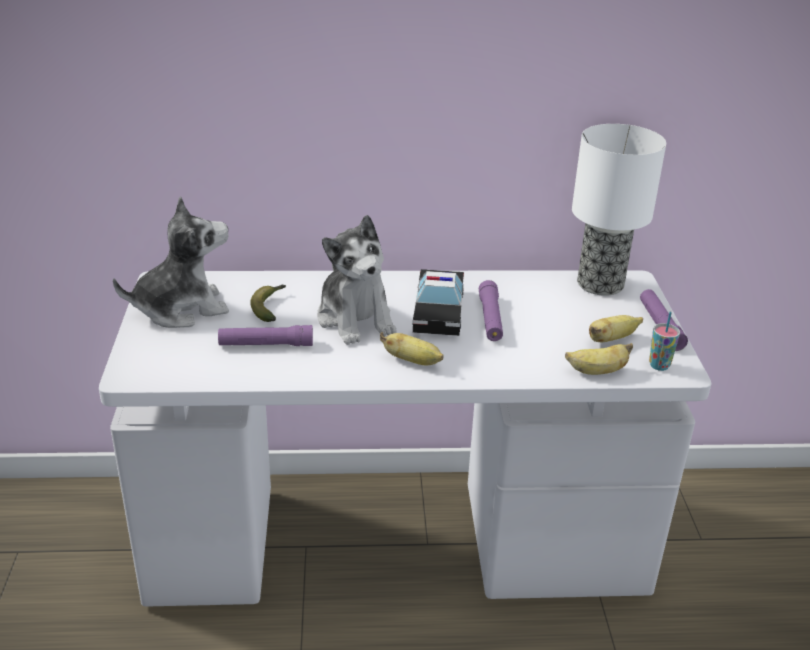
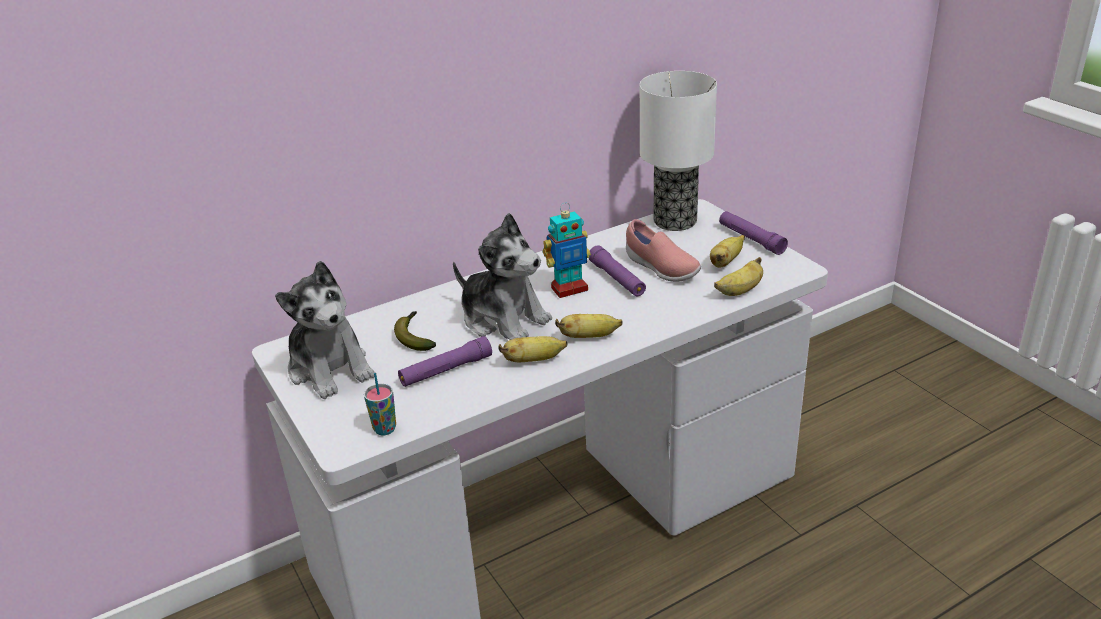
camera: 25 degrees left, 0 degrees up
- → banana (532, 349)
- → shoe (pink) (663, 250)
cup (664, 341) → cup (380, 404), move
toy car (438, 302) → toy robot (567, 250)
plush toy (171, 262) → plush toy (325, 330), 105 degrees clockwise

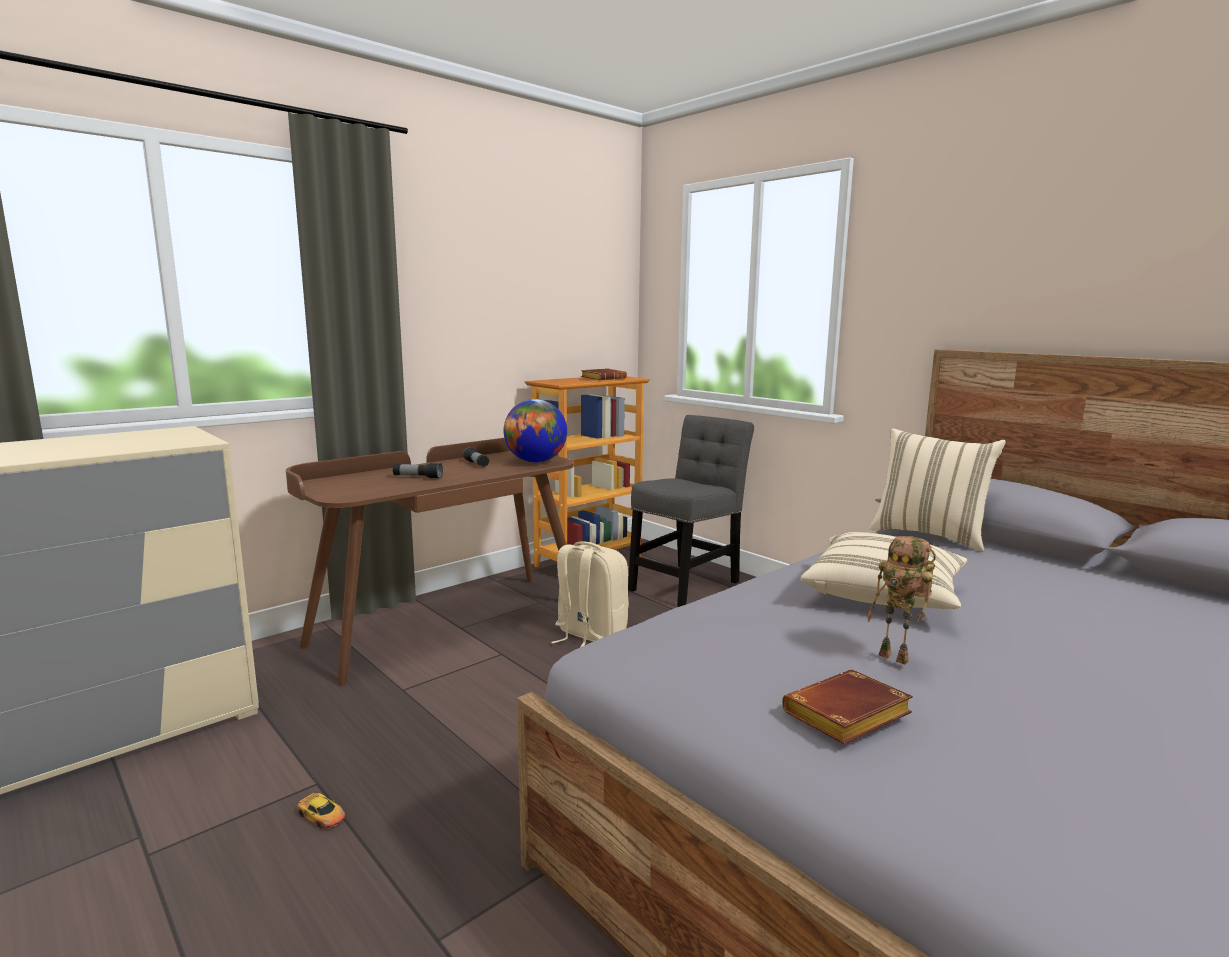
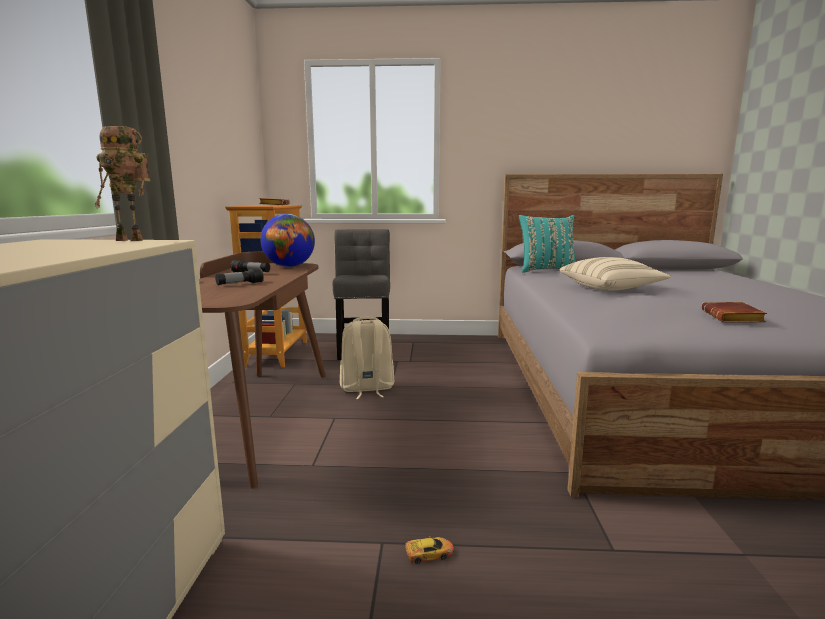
camera: 45 degrees left, 0 degrees up
toy robot (901, 600) → toy robot (123, 183), move
pillow (beige) (937, 490) → pillow (turquoise) (547, 244)

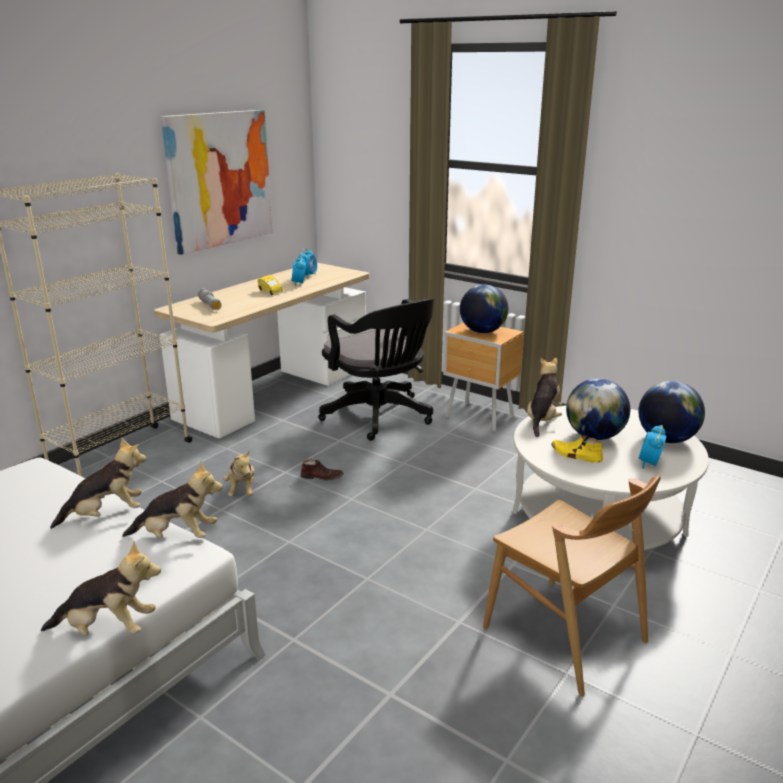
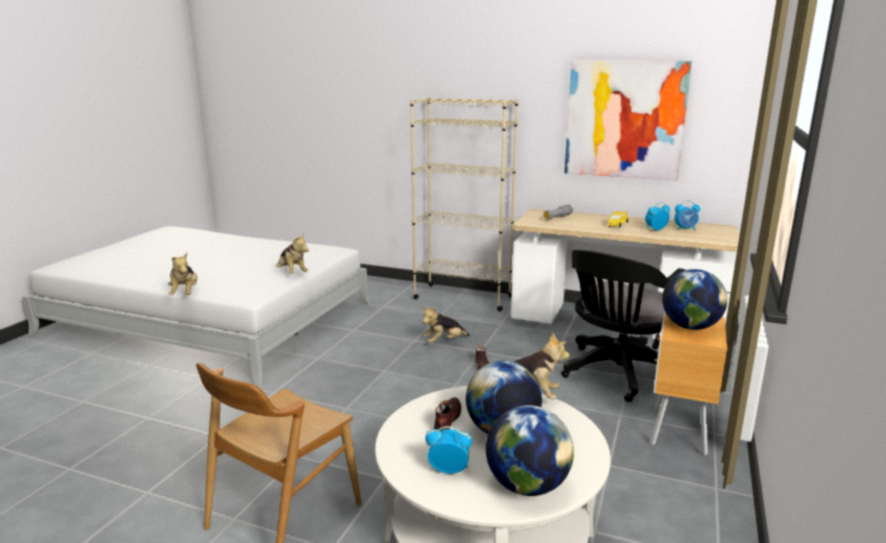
camera: 75 degrees right, 5 degrees down
plush toy (172, 500) → -
shoe (yellow) (577, 449) → shoe (brown) (447, 414)

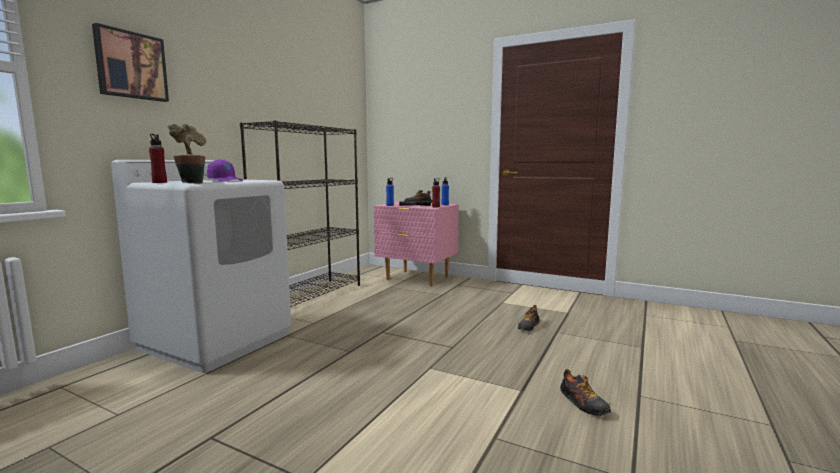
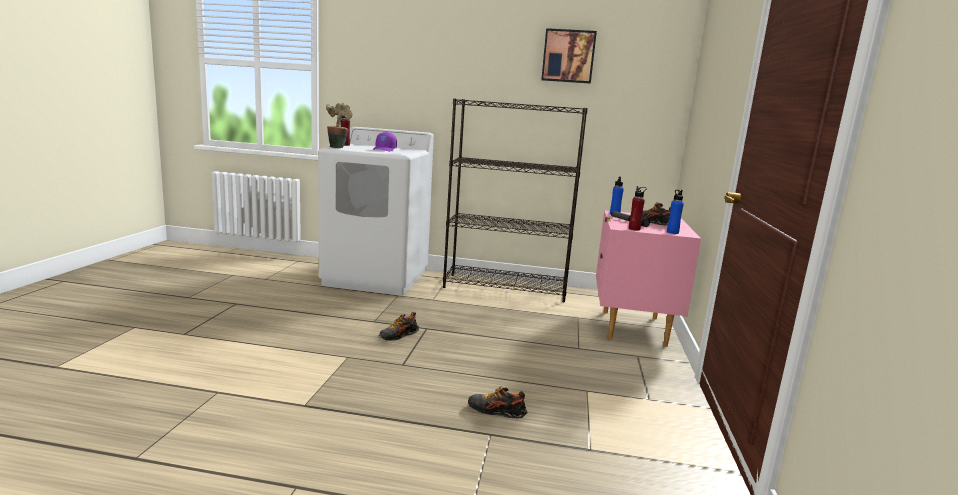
camera: 70 degrees right, 5 degrees up
picture (130, 62) → picture (569, 56), move
shoe (585, 392) → shoe (399, 326), move

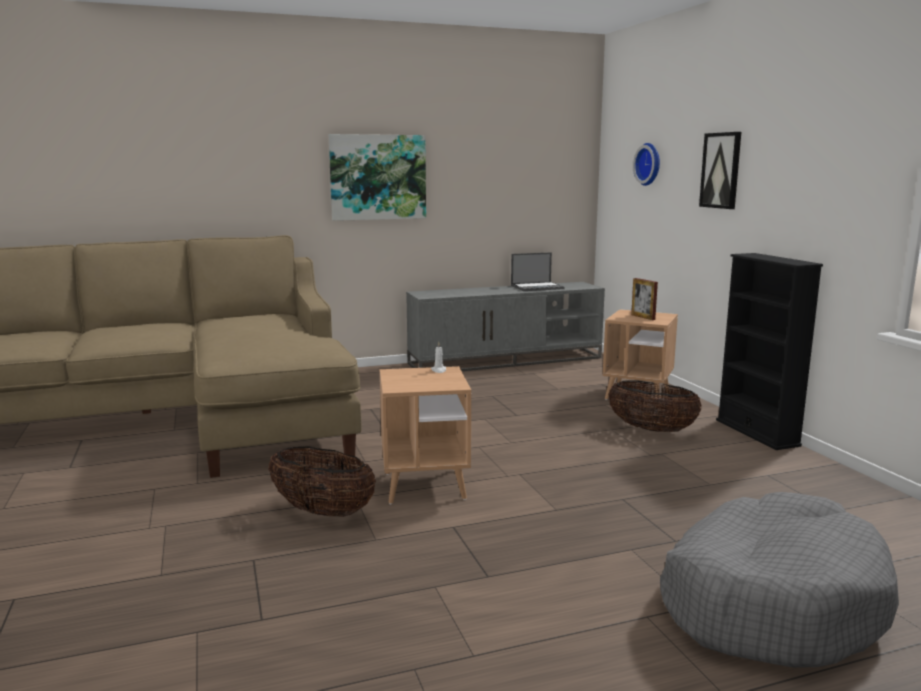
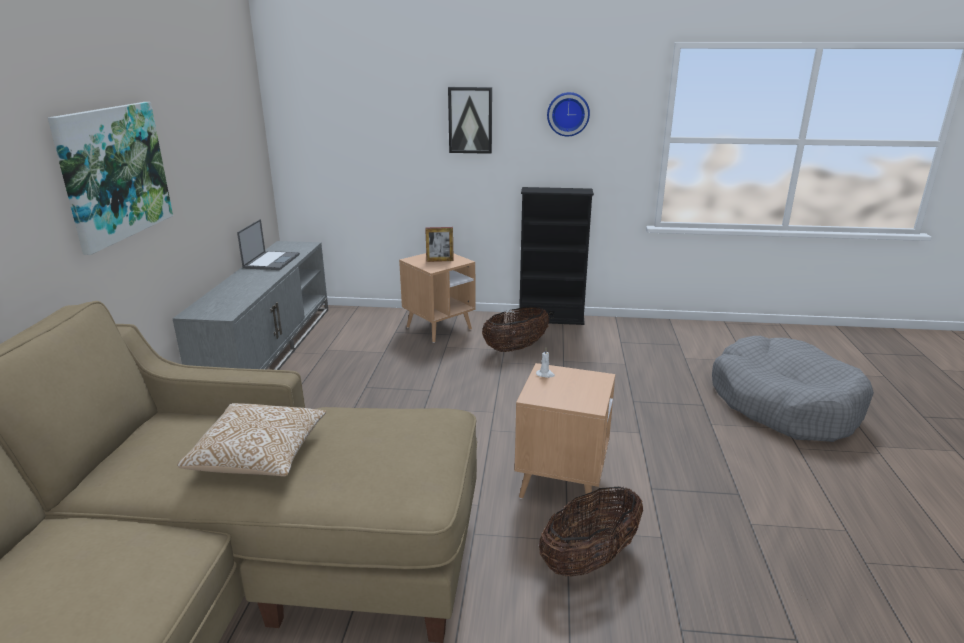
camera: 65 degrees left, 10 degrees up
- → pillow (251, 439)
wall clock (646, 164) → wall clock (568, 114), move

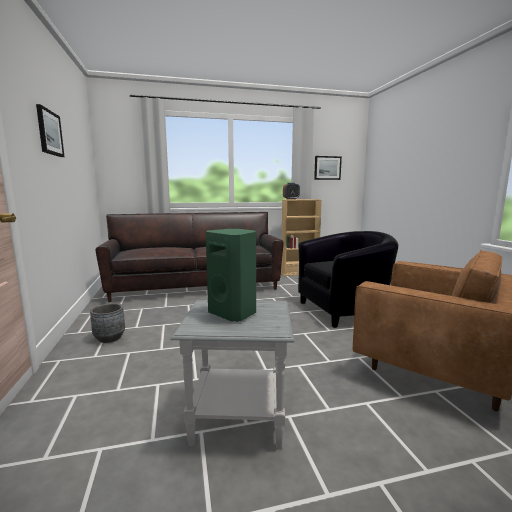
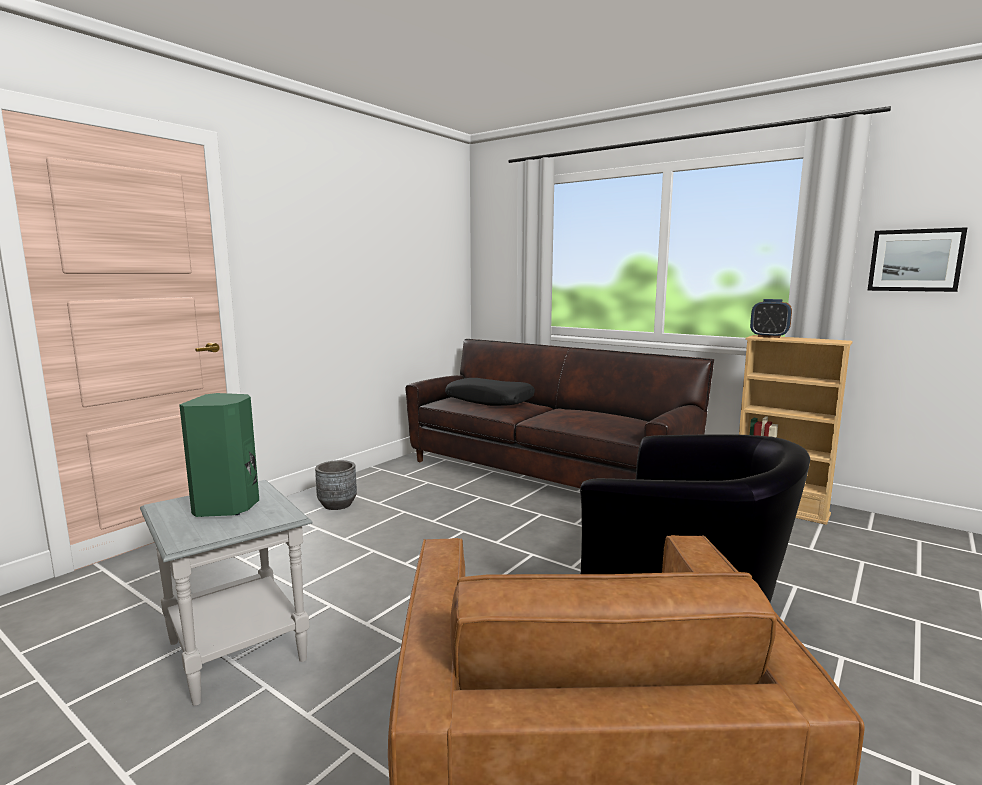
camera: 50 degrees right, 0 degrees up
picture (50, 130) → -
- → pillow (black) (490, 392)

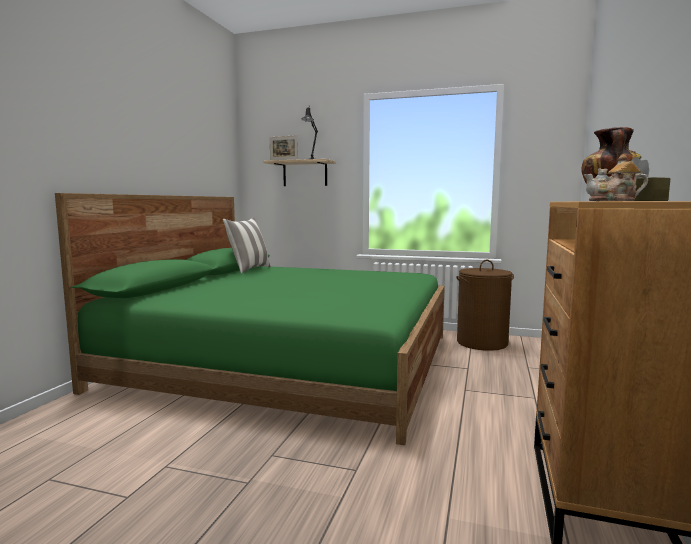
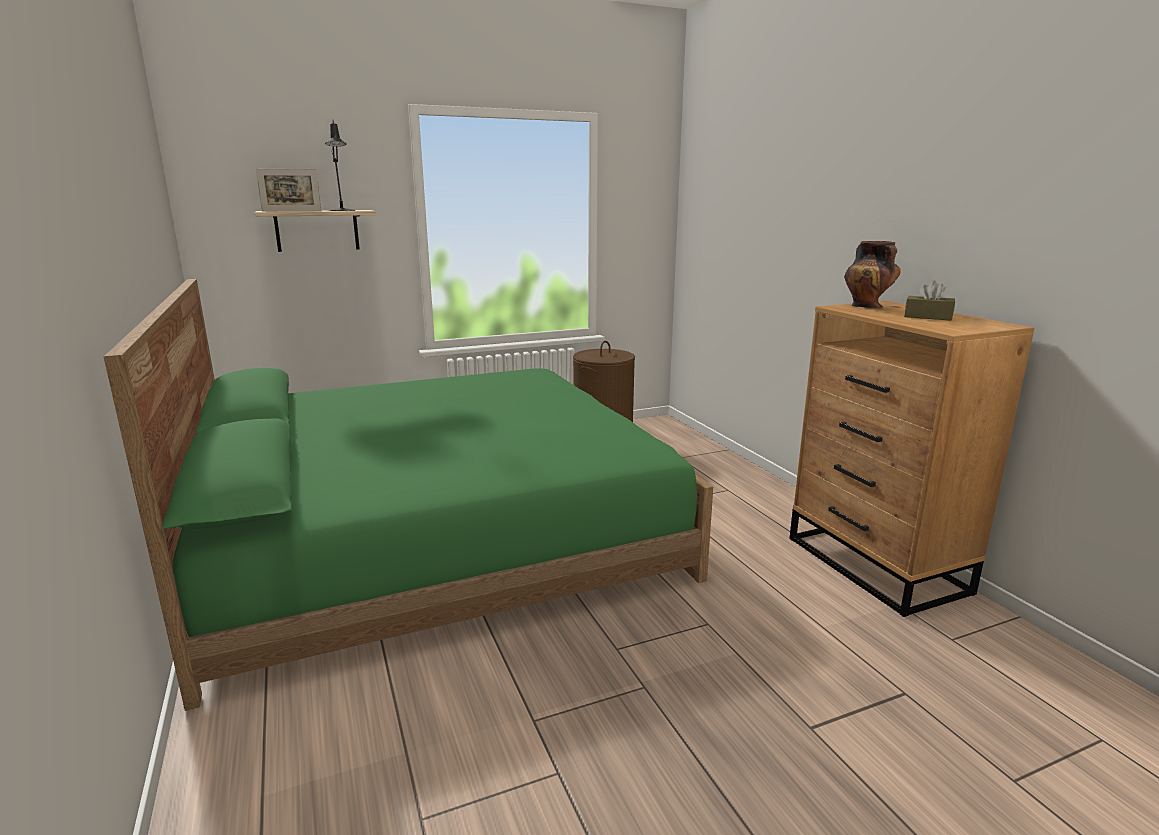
camera: 40 degrees left, 10 degrees up
pillow (247, 245) → -
teapot (616, 177) → -

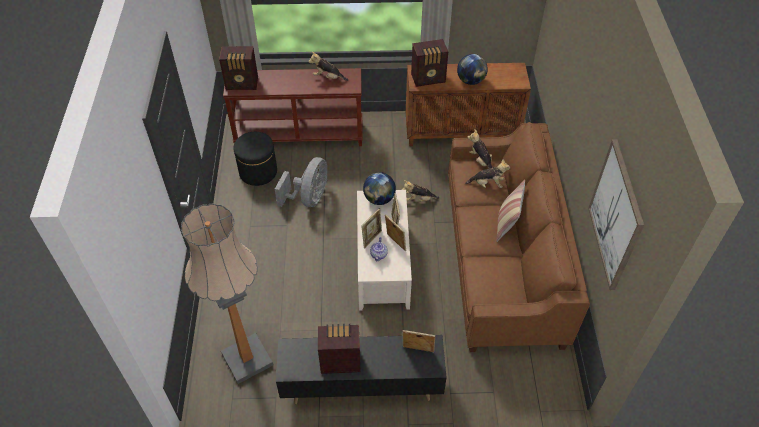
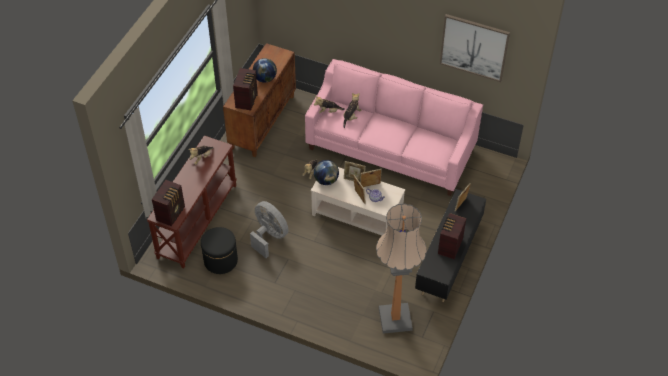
camera: 65 degrees left, 0 degrees up
pillow (510, 210) → -
sofa (brown) (519, 237) → sofa (pink) (394, 127)

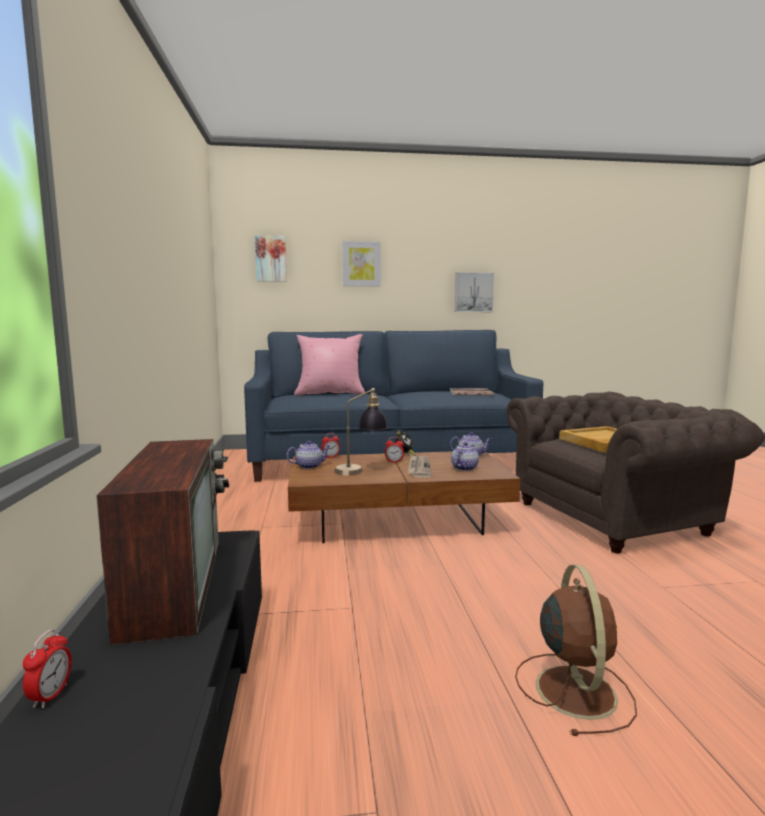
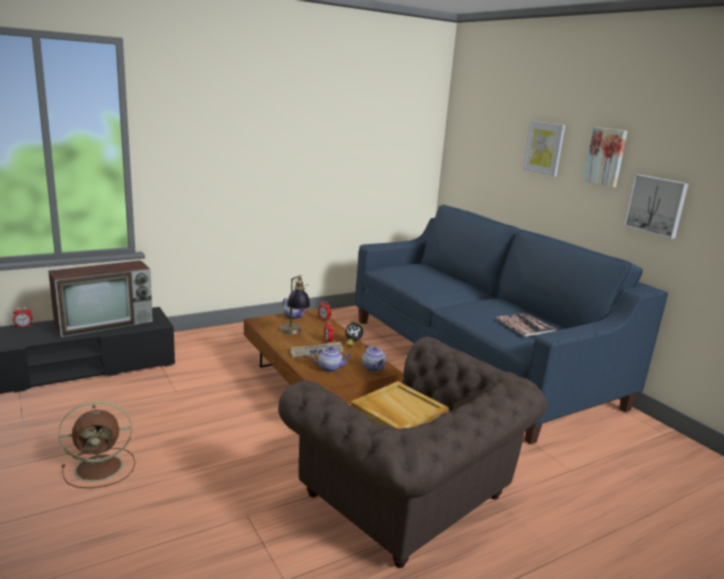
camera: 65 degrees right, 10 degrees up
pillow (pink) (329, 364) → -
picture (271, 258) → picture (605, 157), move

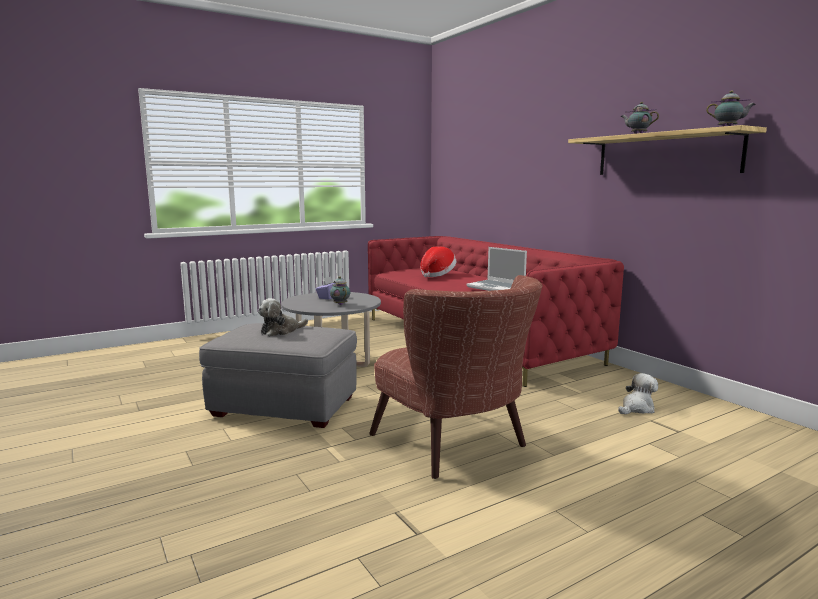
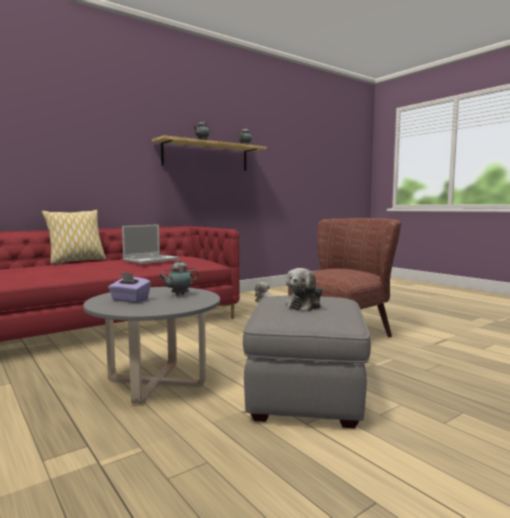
camera: 95 degrees left, 5 degrees down
hat (438, 261) → -
- → pillow (74, 237)
plush toy (283, 317) → plush toy (304, 289), 75 degrees clockwise

